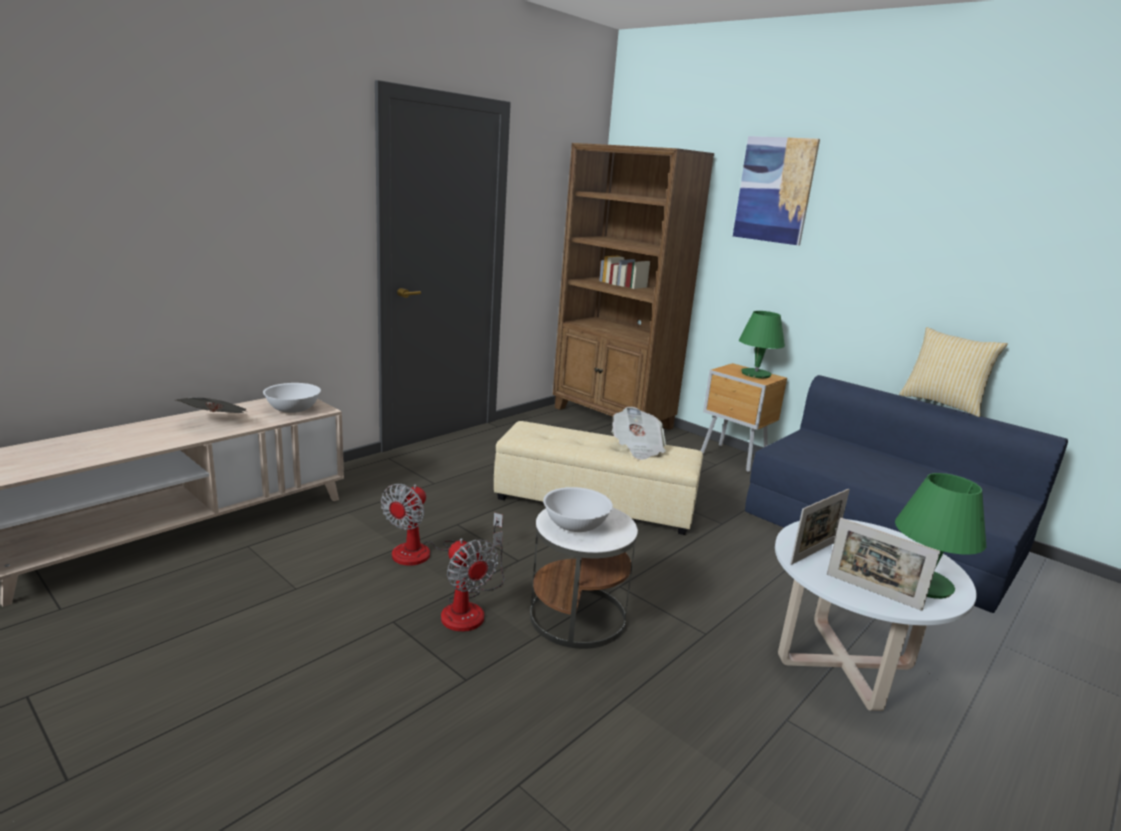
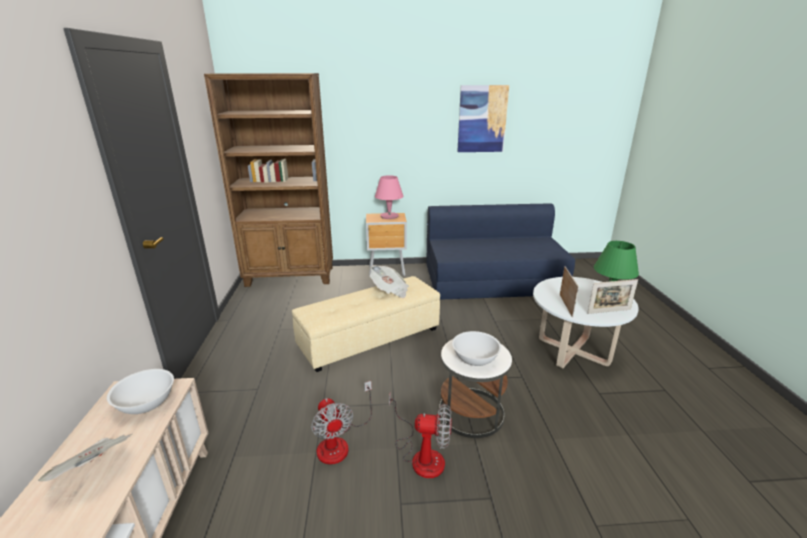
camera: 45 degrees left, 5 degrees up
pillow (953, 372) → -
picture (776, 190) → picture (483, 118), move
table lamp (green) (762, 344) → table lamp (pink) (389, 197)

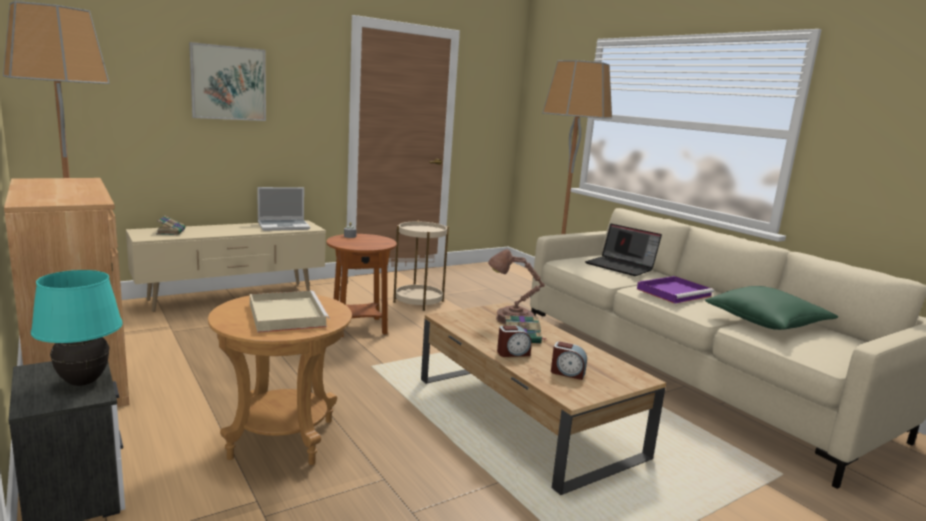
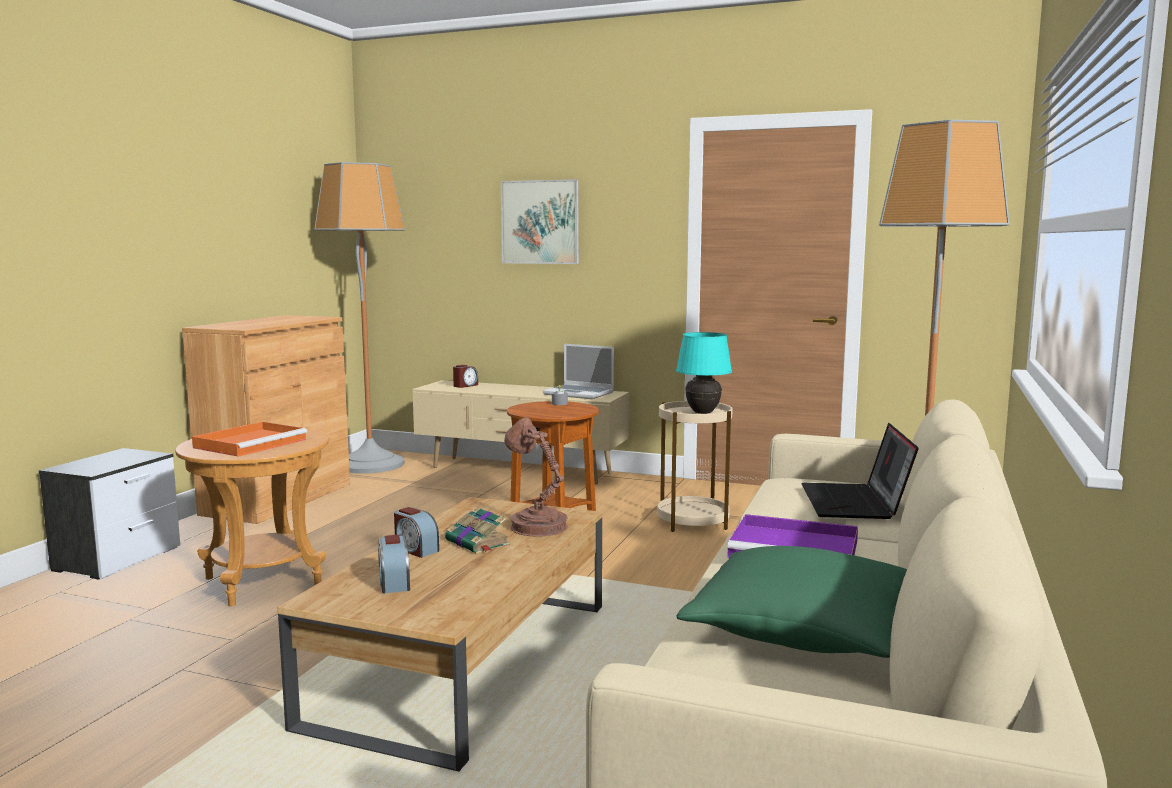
camera: 55 degrees right, 5 degrees down
table lamp (turquoise) (77, 328) → table lamp (turquoise) (704, 373), move
book (170, 225) → alarm clock (465, 376)
tray (beige) (290, 311) → tray (orange) (249, 439)

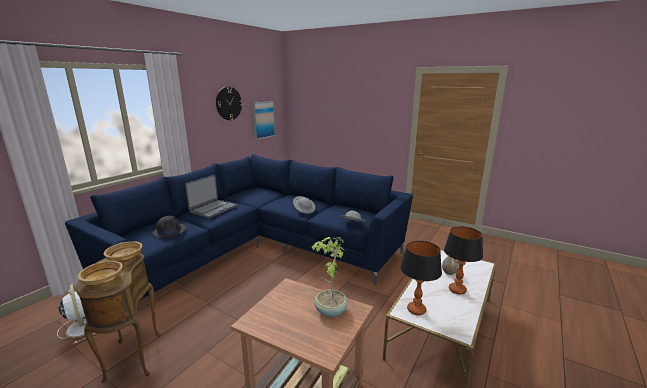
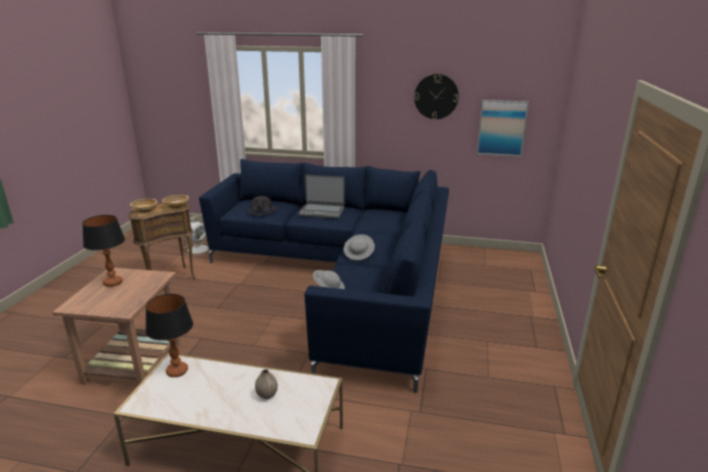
camera: 70 degrees right, 5 degrees up
potted plant (330, 277) → -
table lamp (463, 261) → table lamp (103, 251), move

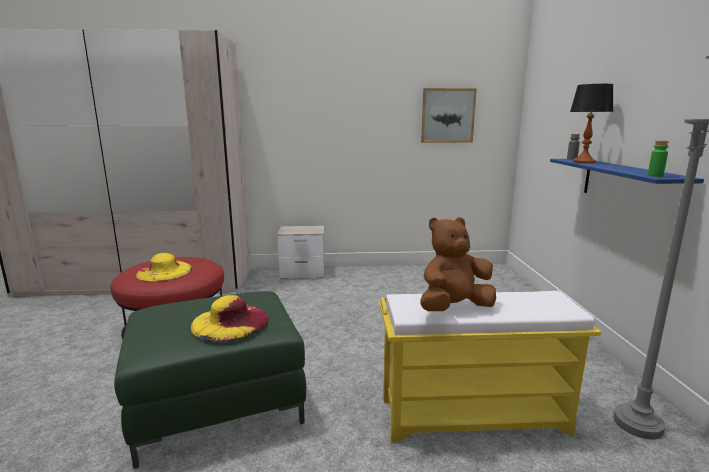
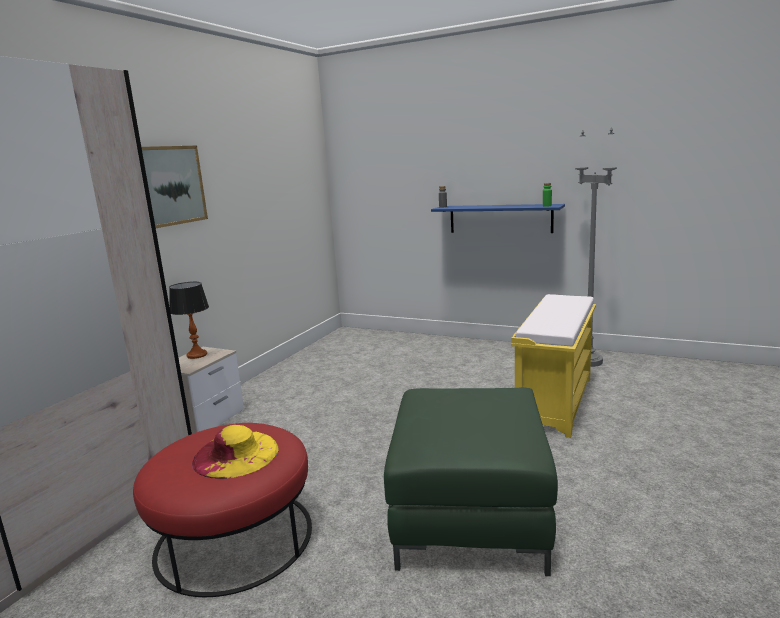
camera: 60 degrees left, 0 degrees up
hat (yellow) (230, 318) → -
plush toy (brown) (458, 264) → -
picture (449, 115) → picture (174, 187), move
table lamp (592, 123) → table lamp (189, 320), move

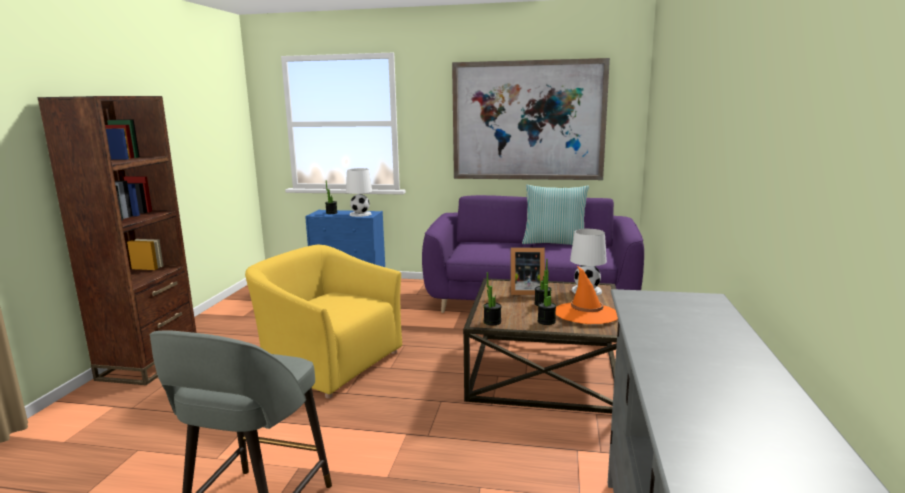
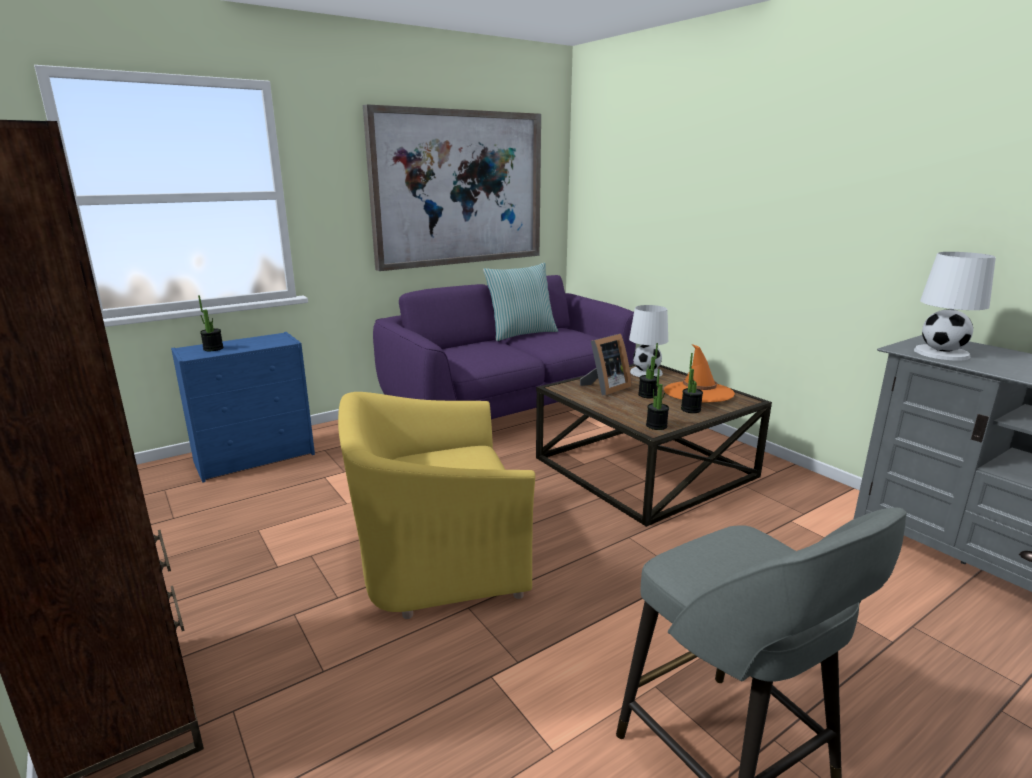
camera: 45 degrees left, 5 degrees up
table lamp (white) (359, 192) → table lamp (white) (955, 306), move

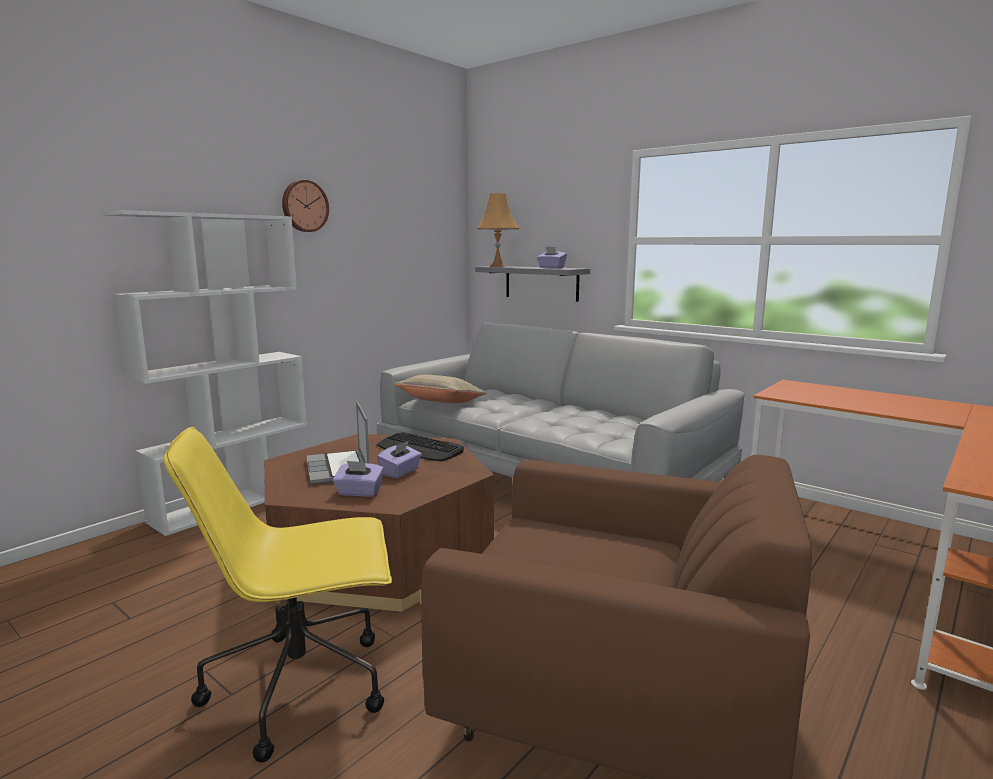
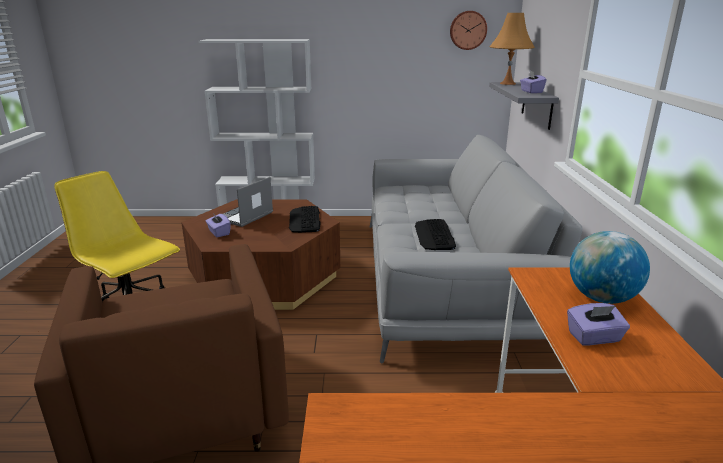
camera: 50 degrees right, 10 degrees up
pillow (beige) (440, 389) → -
- → keyboard (435, 234)
- → globe (610, 267)
wall clock (305, 206) → wall clock (468, 30), move
tissue box (purple) (399, 460) → tissue box (purple) (598, 324), move

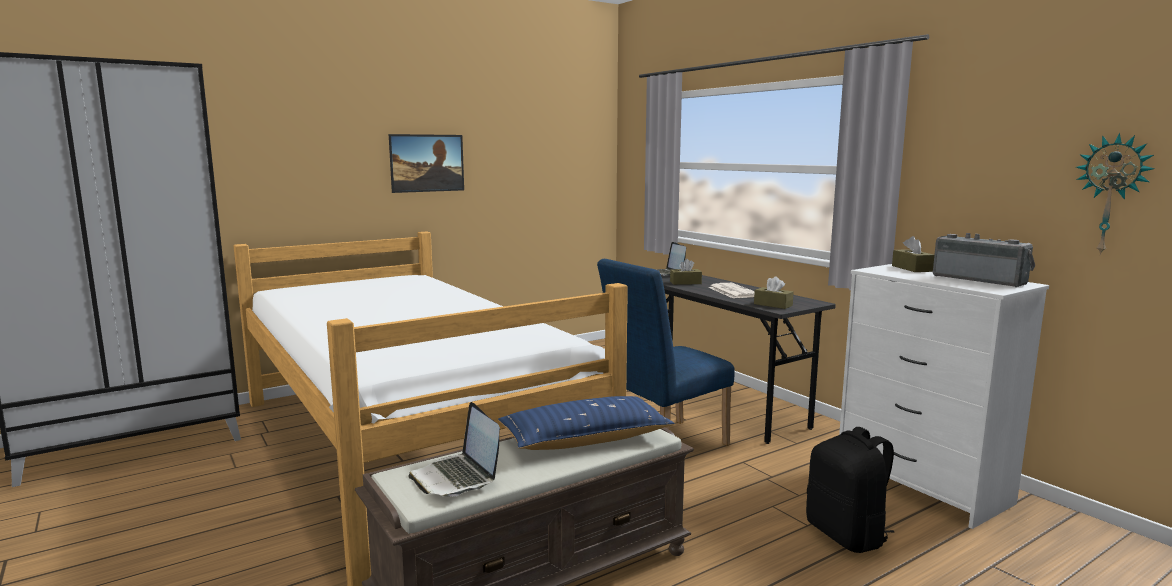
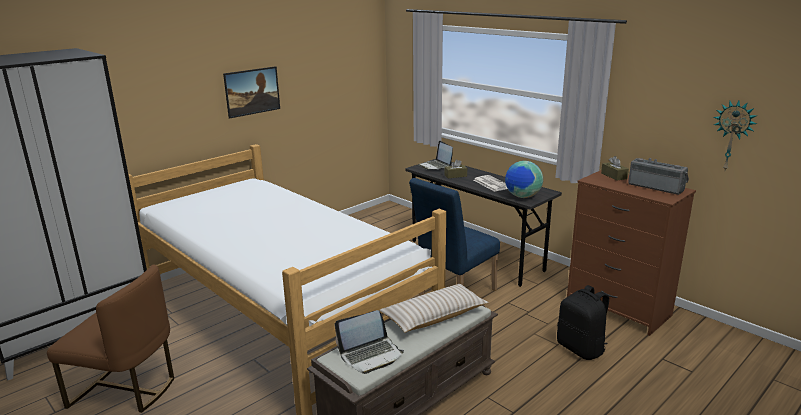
camera: 10 degrees left, 10 degrees up
- → chair (brown) (110, 339)
tissue box (brown) (774, 292) → globe (524, 179)
pillow (blue) (586, 423) → pillow (beige) (434, 308)
dresser (white) (944, 396) → dresser (brown) (631, 253)
laptop (454, 449) → laptop (369, 342), 75 degrees counterclockwise

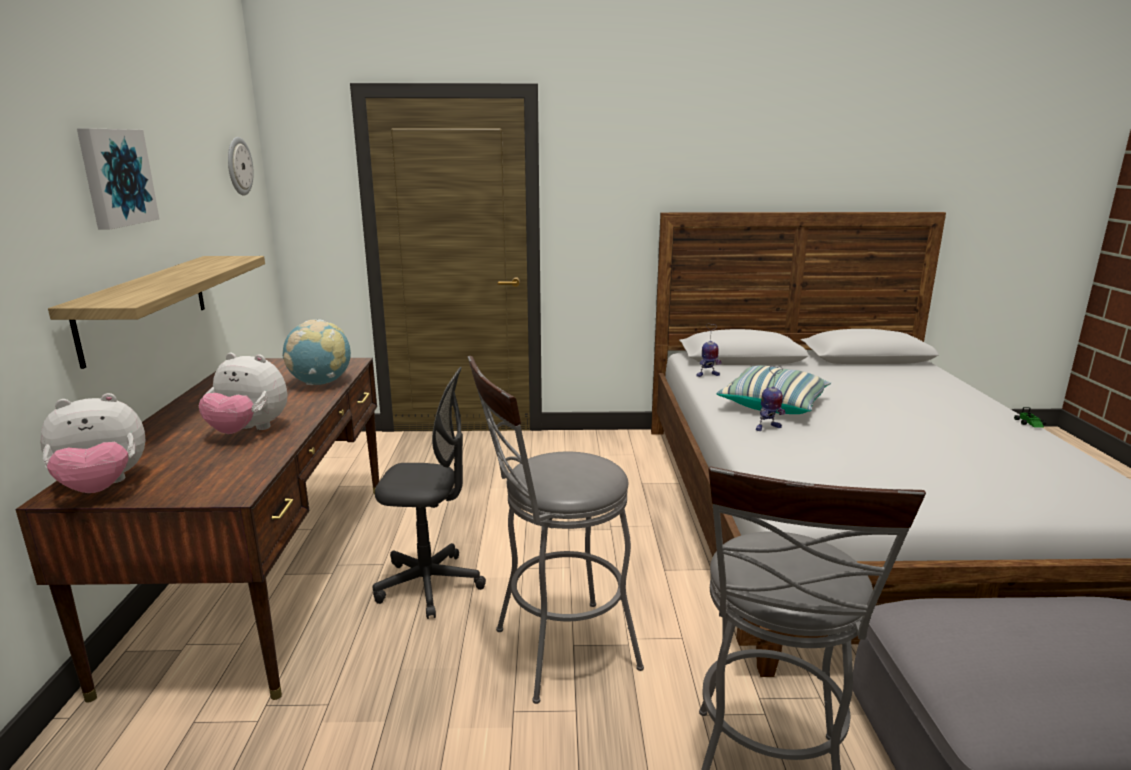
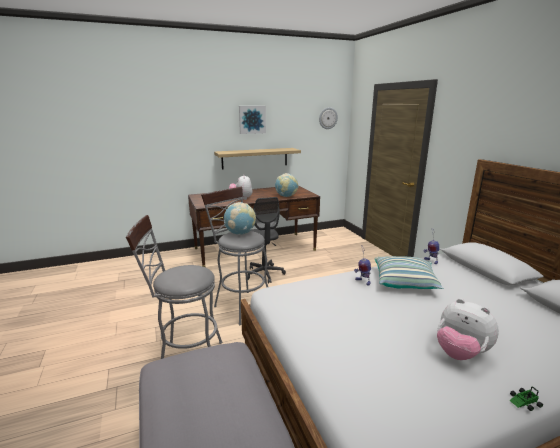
camera: 70 degrees right, 0 degrees up
- → globe (240, 218)
plush toy (93, 443) → plush toy (468, 329), move

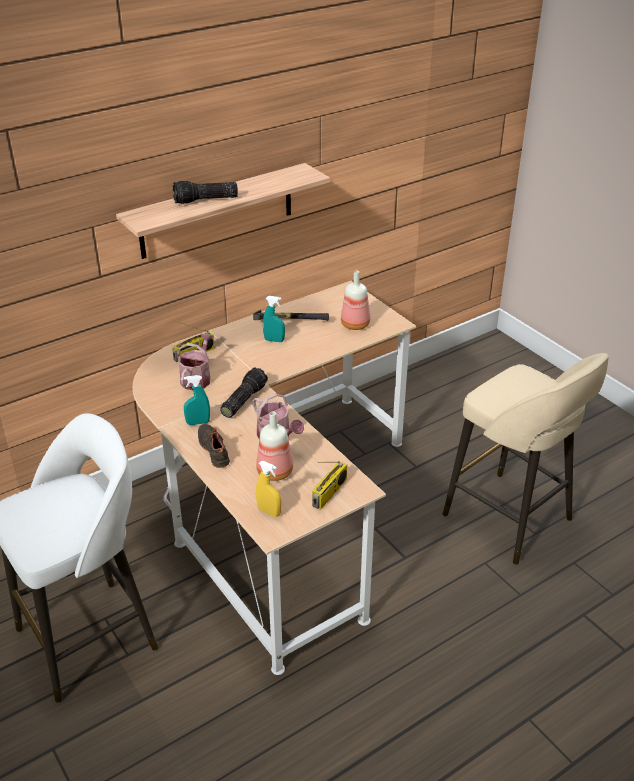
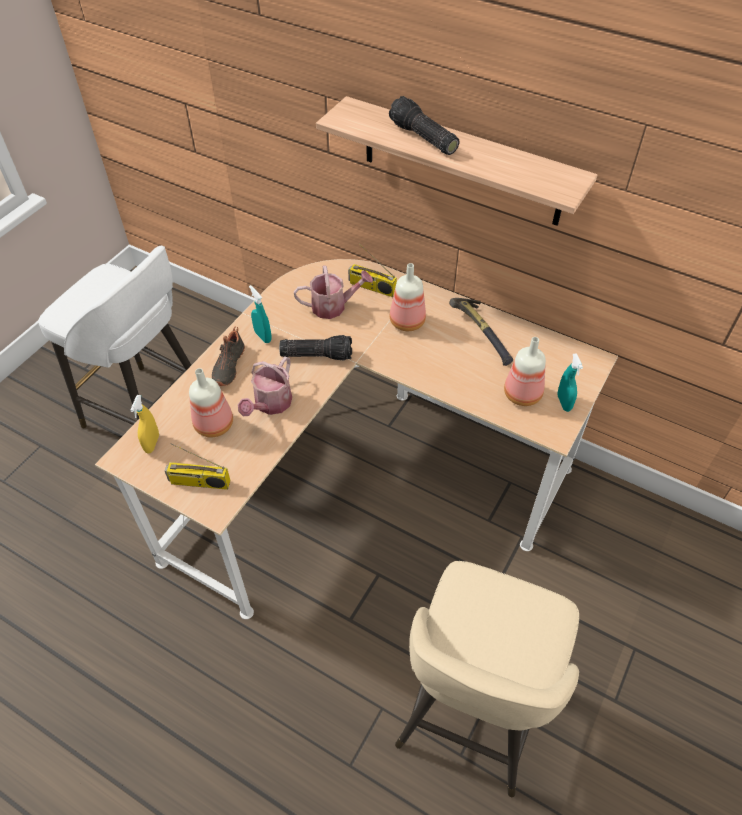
camera: 65 degrees right, 15 degrees up
- → bottle (408, 297)
spray bottle (turquoise) (274, 319) → spray bottle (turquoise) (570, 383), move
shoe (black) (214, 446) → shoe (black) (228, 356), 150 degrees clockwise

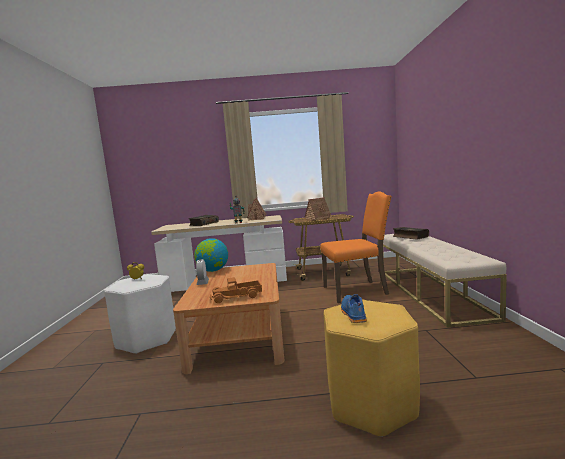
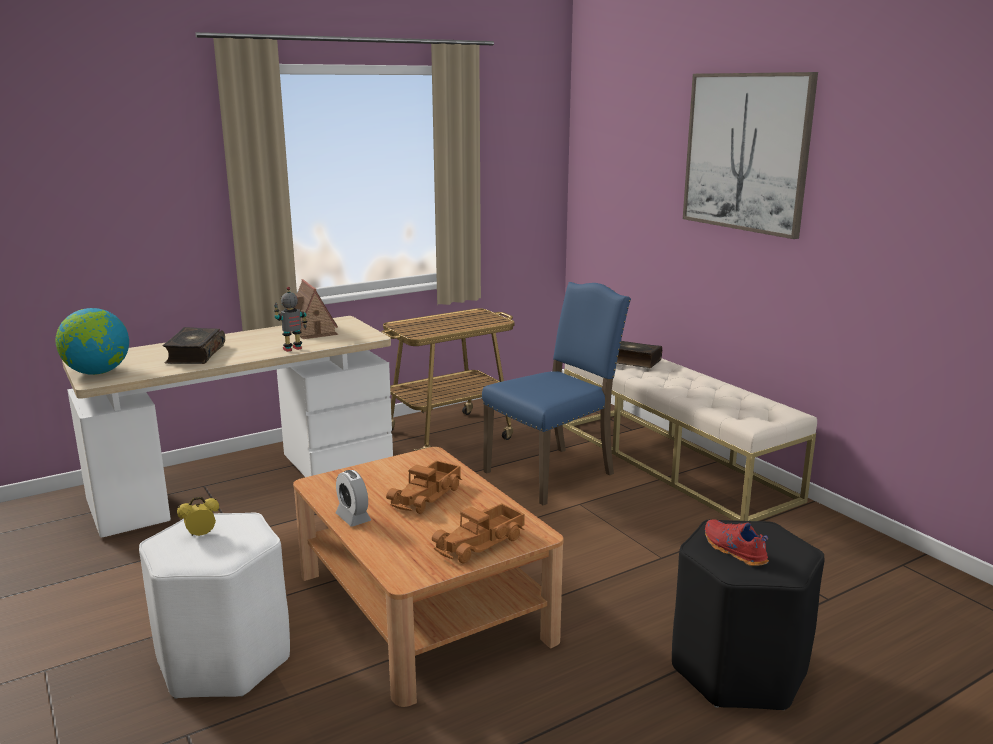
camera: 30 degrees left, 10 degrees up
toy house (318, 208) → -
- → toy truck (424, 487)
- → picture (750, 155)
globe (211, 255) → globe (92, 341), move
chair (orange) (356, 247) → chair (blue) (556, 393)
stool (yellow) (372, 368) → stool (black) (748, 614)
shoe (blue) (354, 308) → shoe (red) (737, 542)

